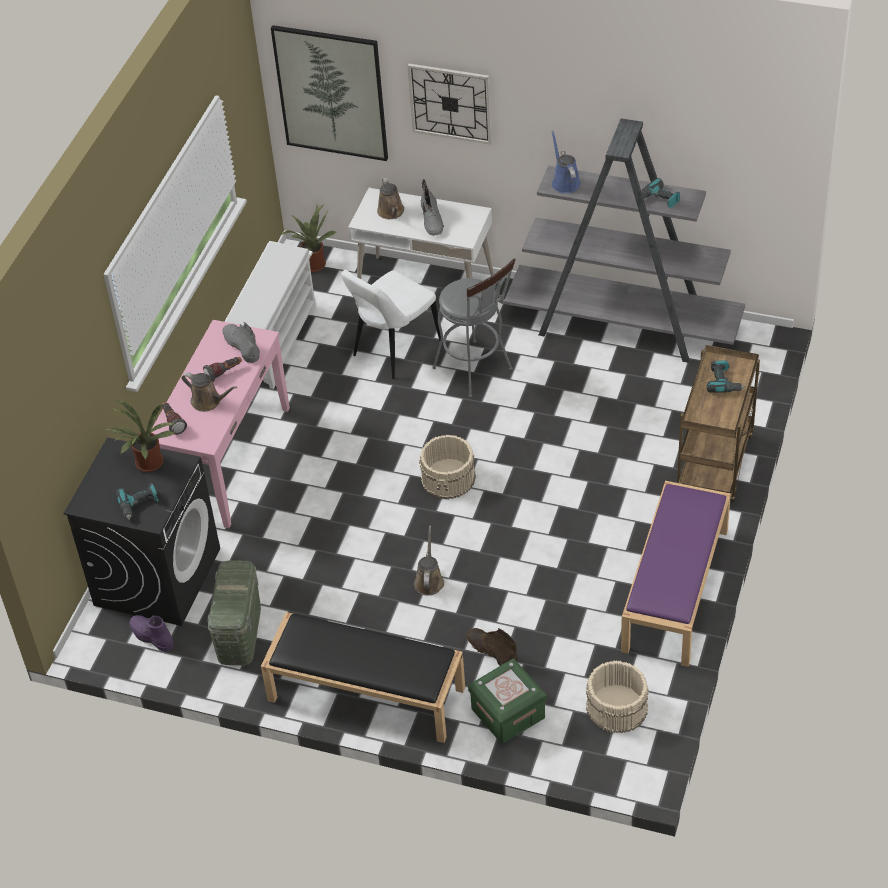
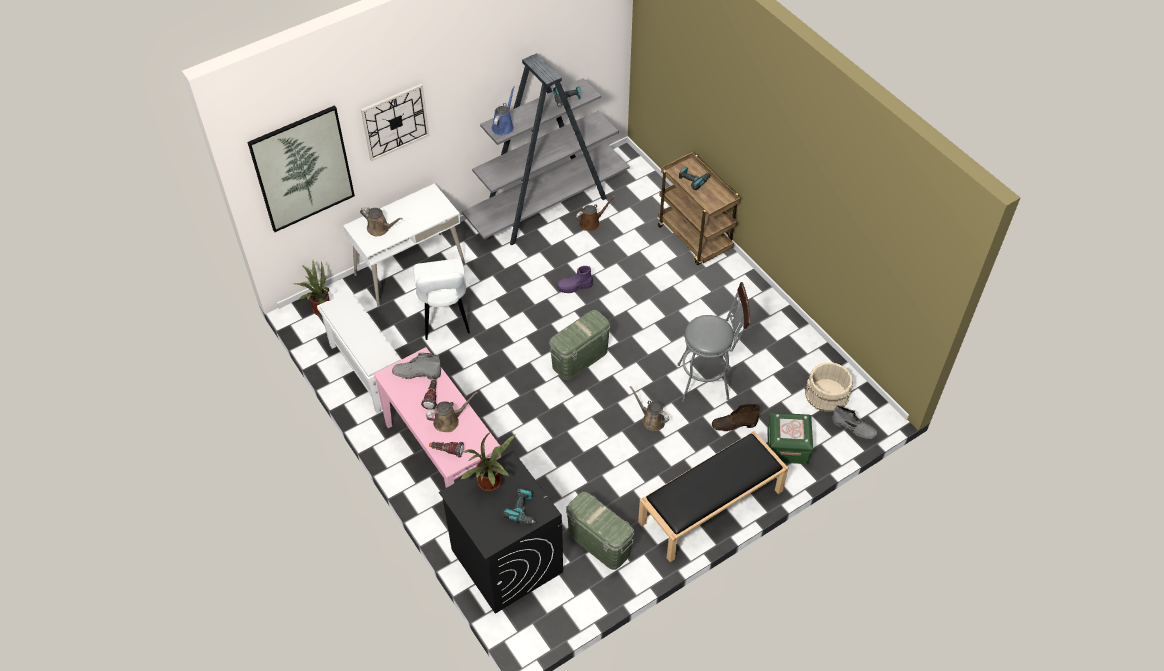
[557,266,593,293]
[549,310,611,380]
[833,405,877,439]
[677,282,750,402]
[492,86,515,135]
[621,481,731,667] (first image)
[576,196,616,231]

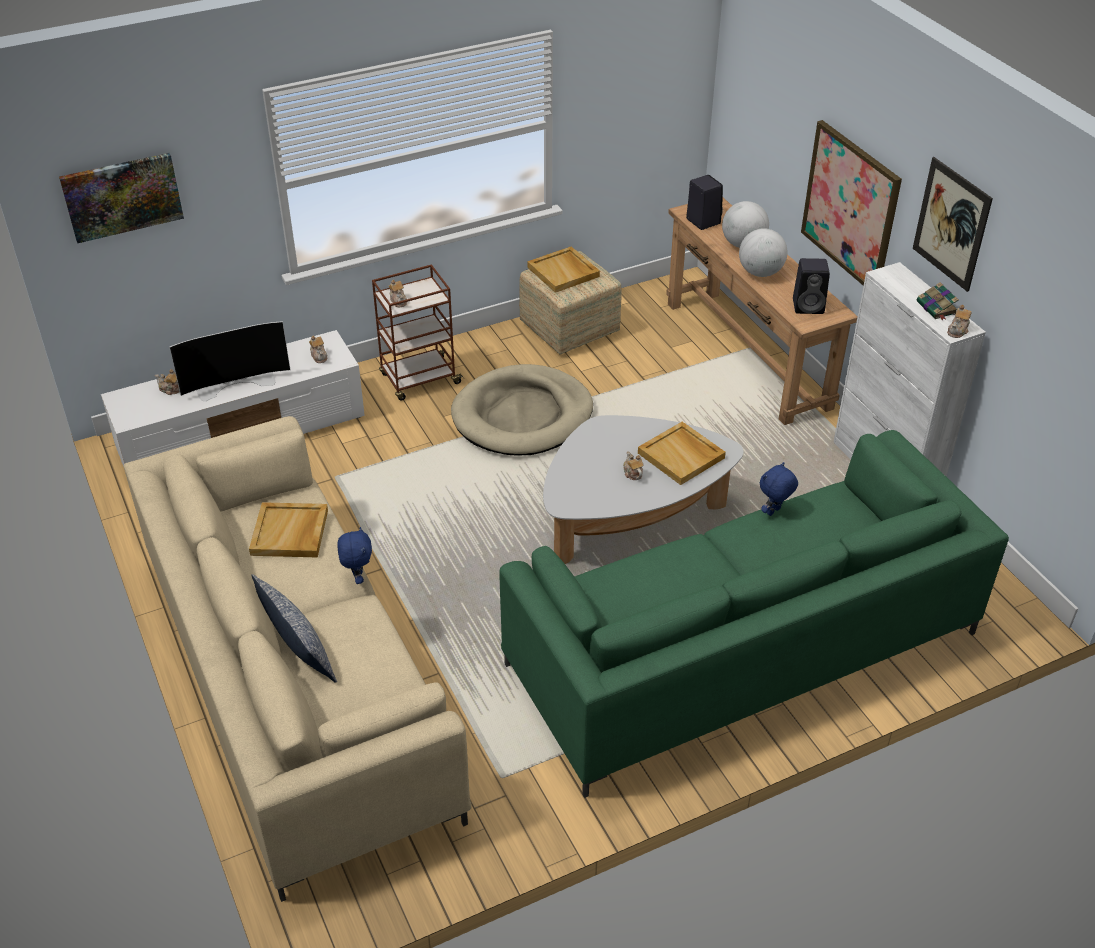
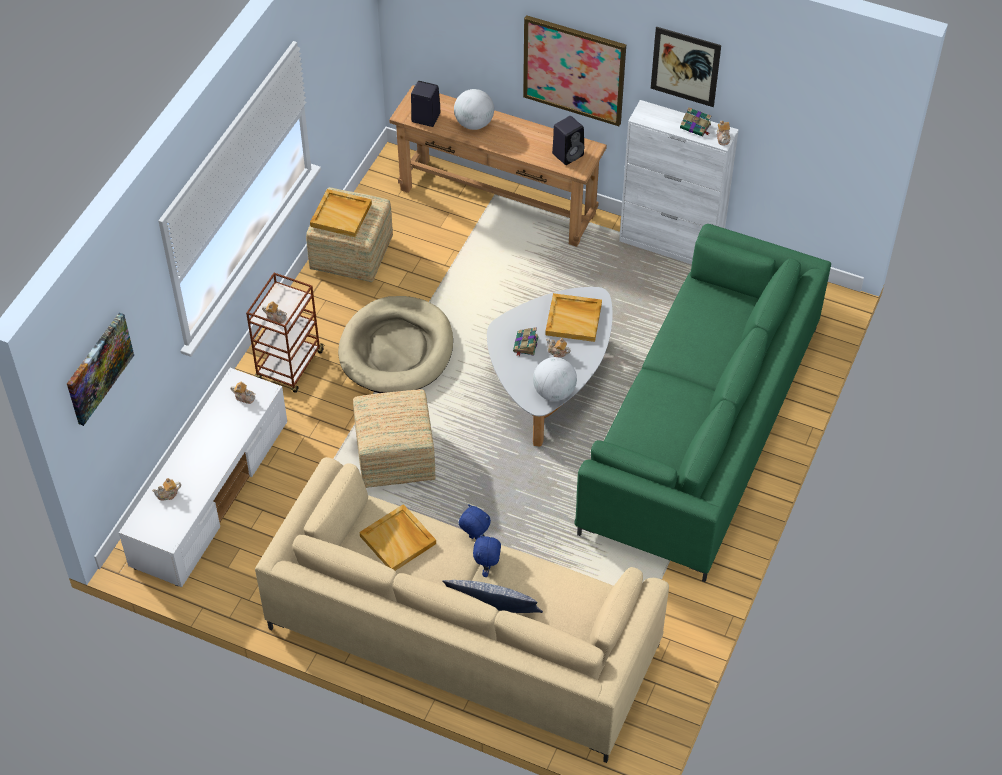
[169,321,290,402] (first image)
[533,357,577,401]
[473,533,501,577]
[353,389,436,488]
[513,327,539,356]

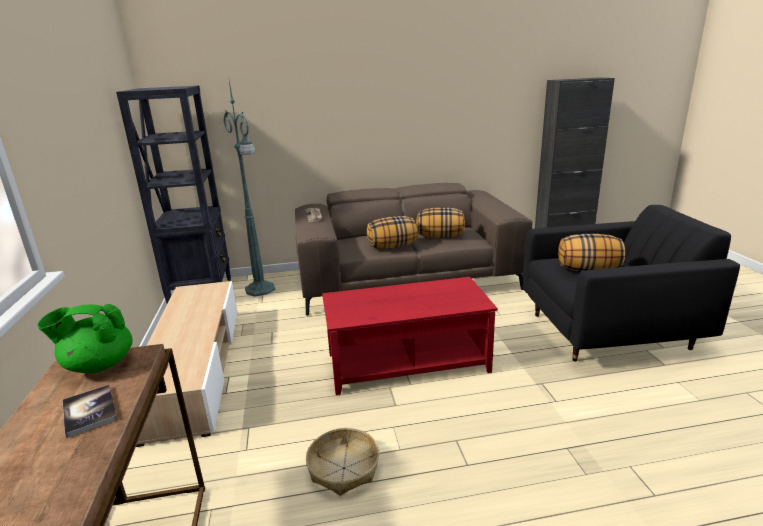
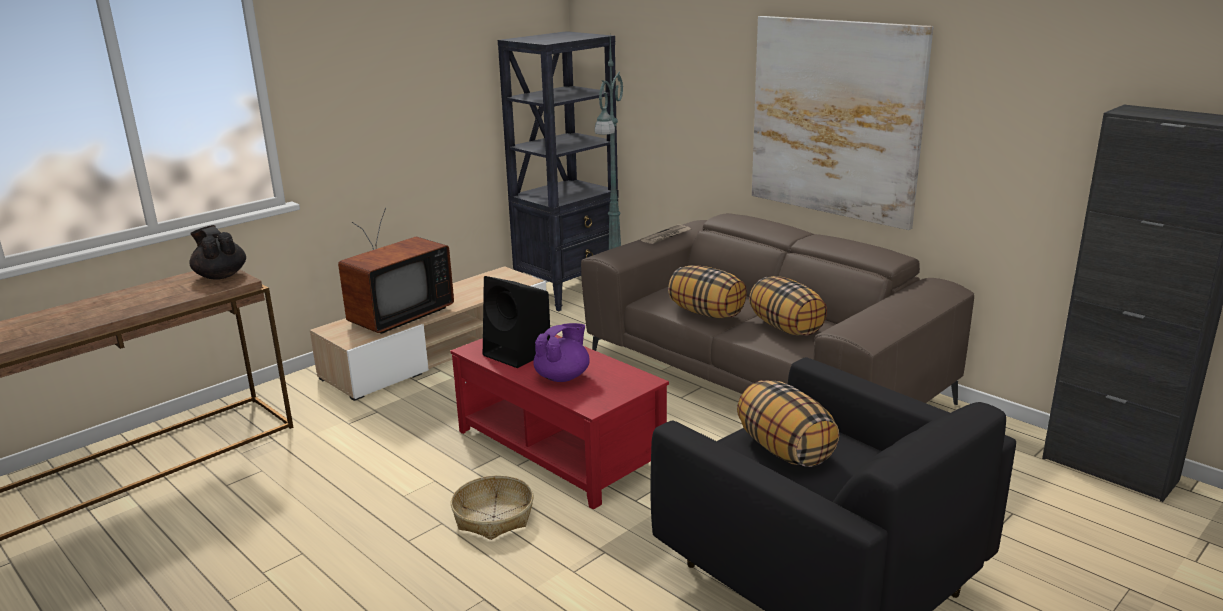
[190,225,246,280]
[63,385,117,438] (first image)
[451,475,534,540]
[338,208,454,334]
[483,276,550,368]
[533,323,590,382]
[752,16,933,230]

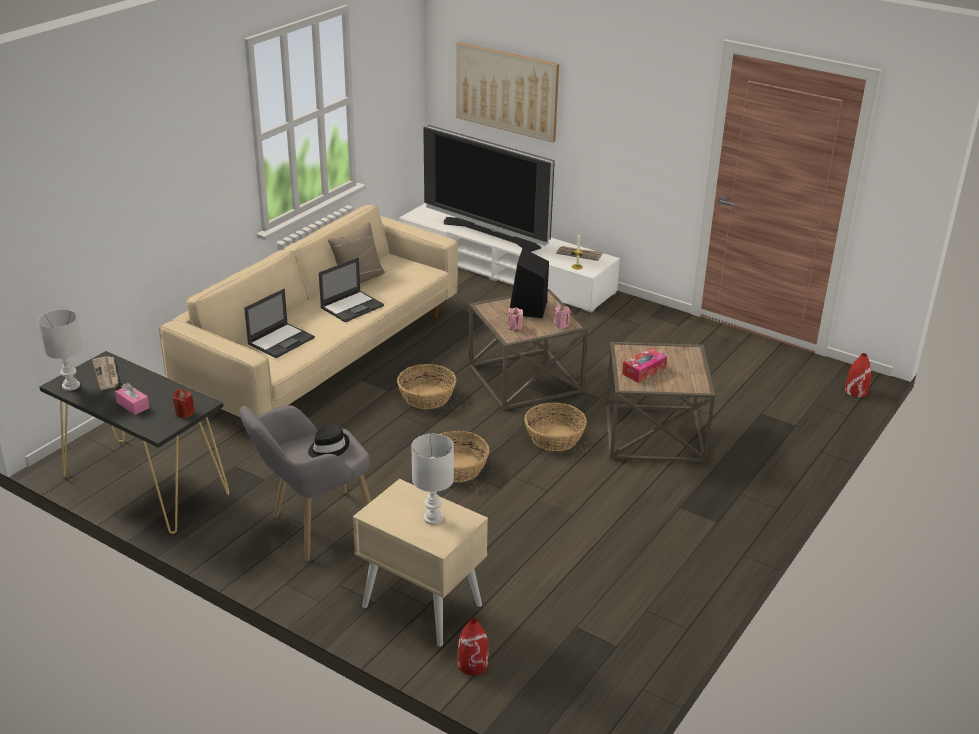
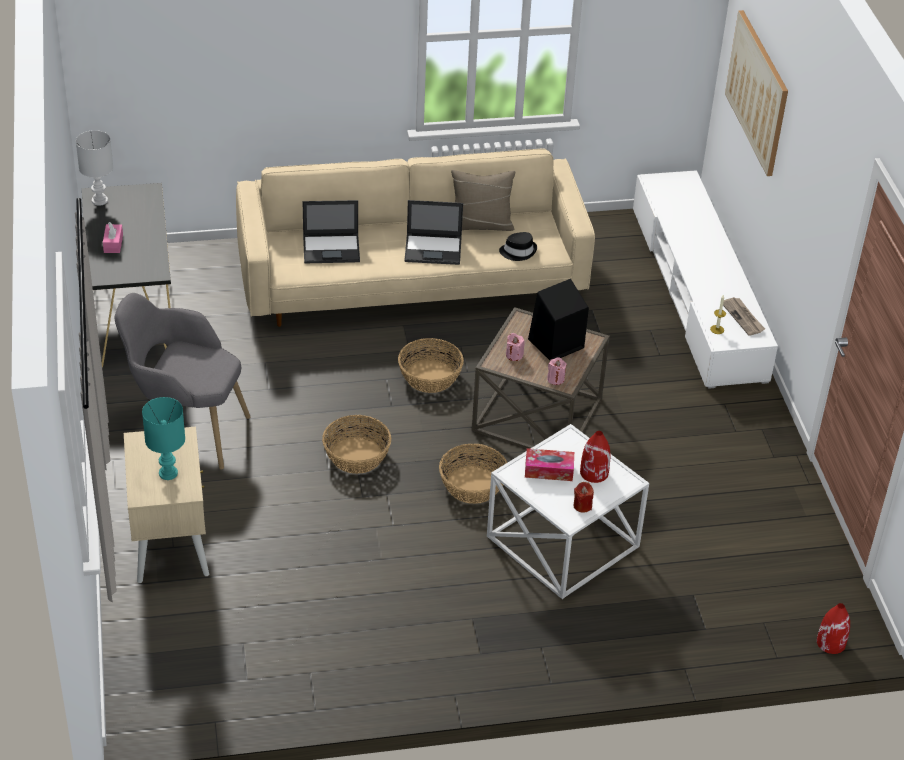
[92,356,119,390] (first image)
[573,482,594,513]
[499,232,537,261]
[142,397,185,480]
[423,125,555,252] (first image)
[580,431,611,483]
[487,424,649,599]

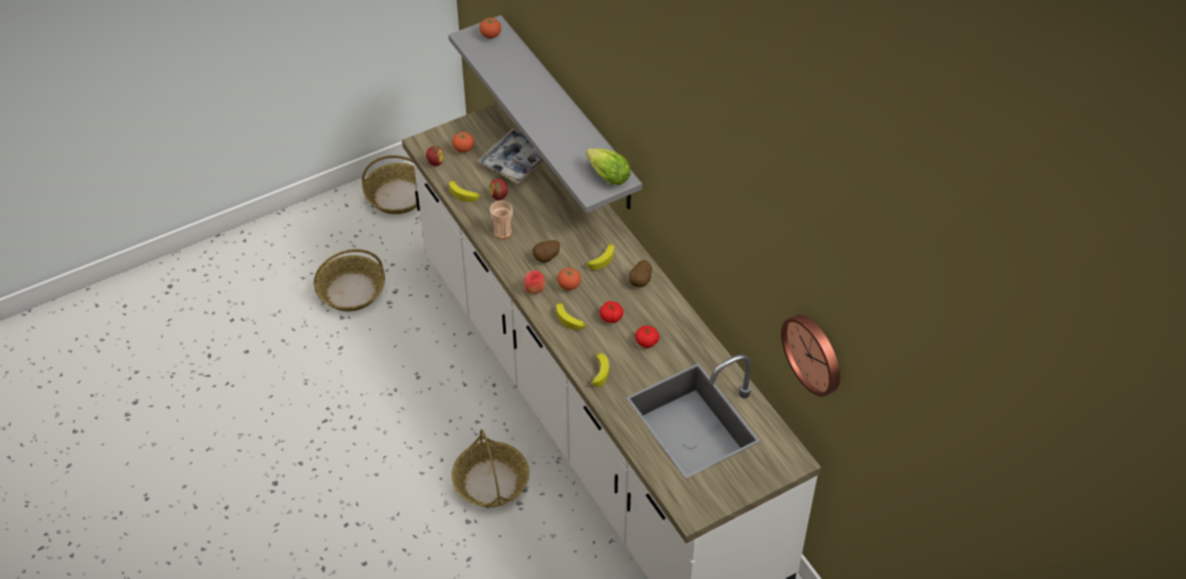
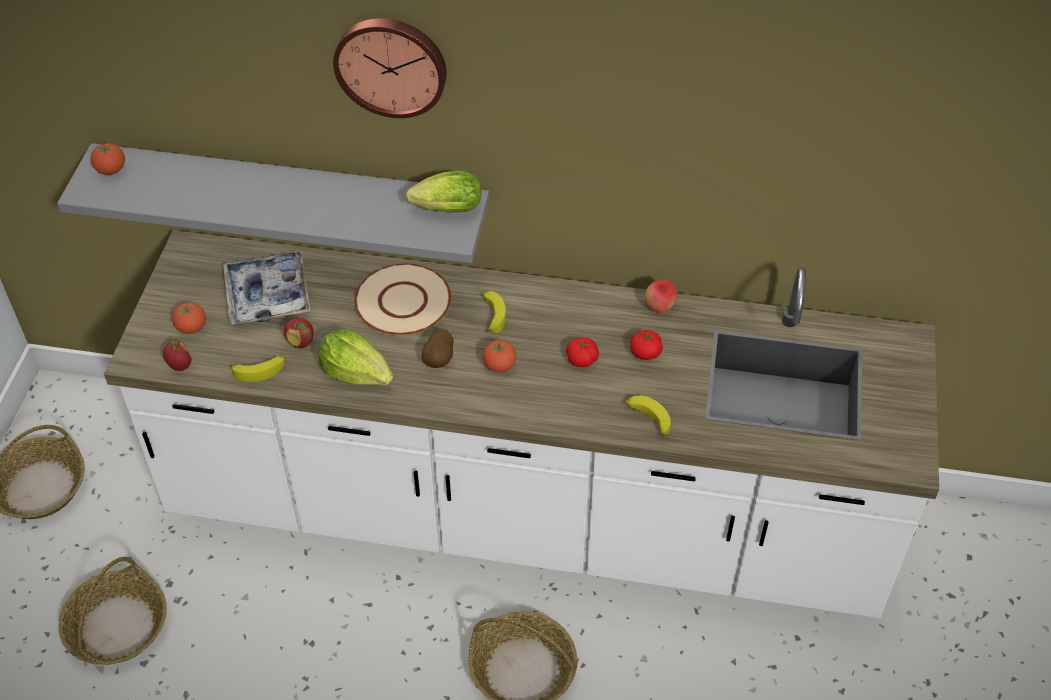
[318,329,393,385]
[645,280,677,314]
[556,302,587,330] (first image)
[629,260,652,287] (first image)
[333,18,447,118]
[354,263,451,335]

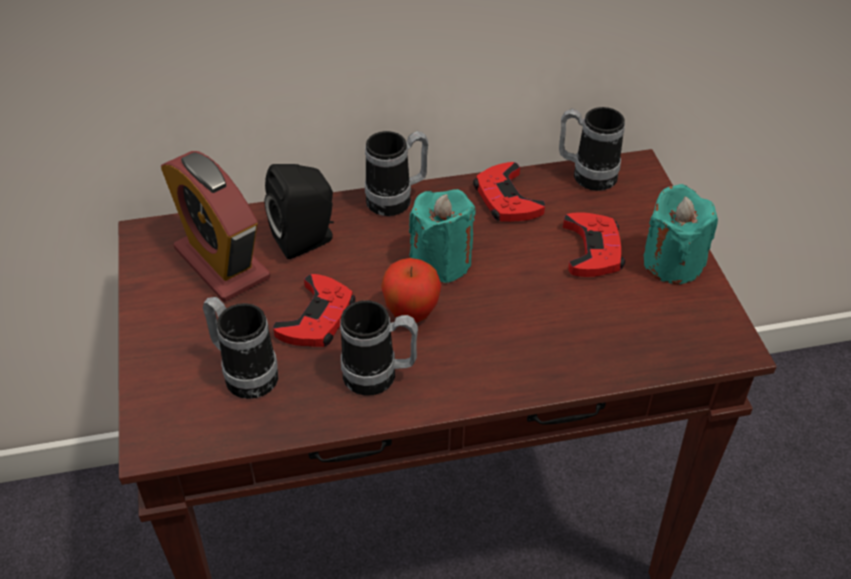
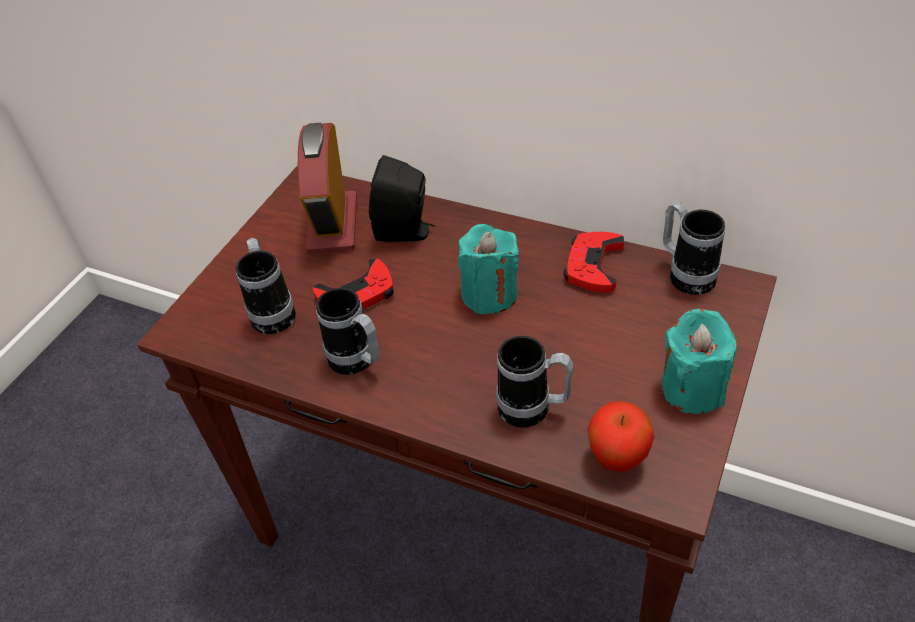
[496,336,573,427]
[588,401,654,472]
[563,212,625,277] (first image)

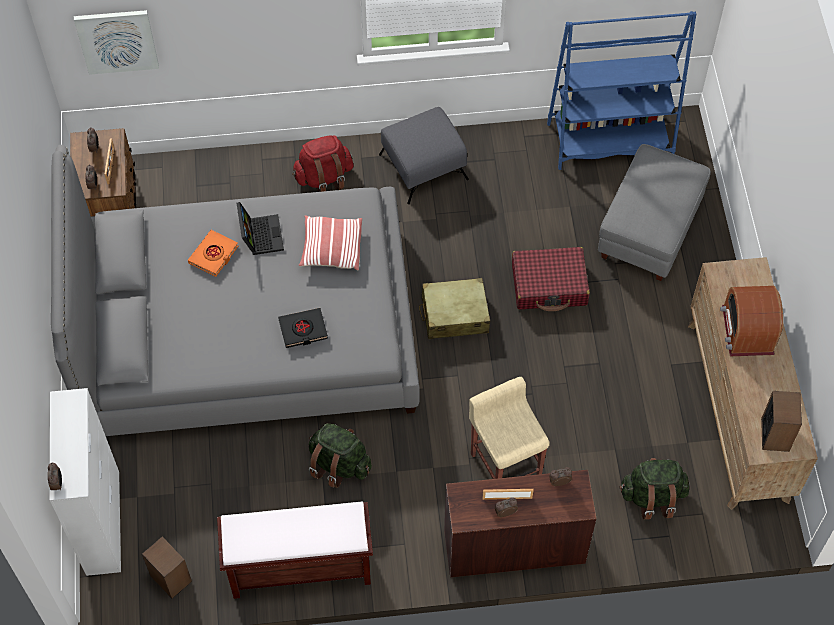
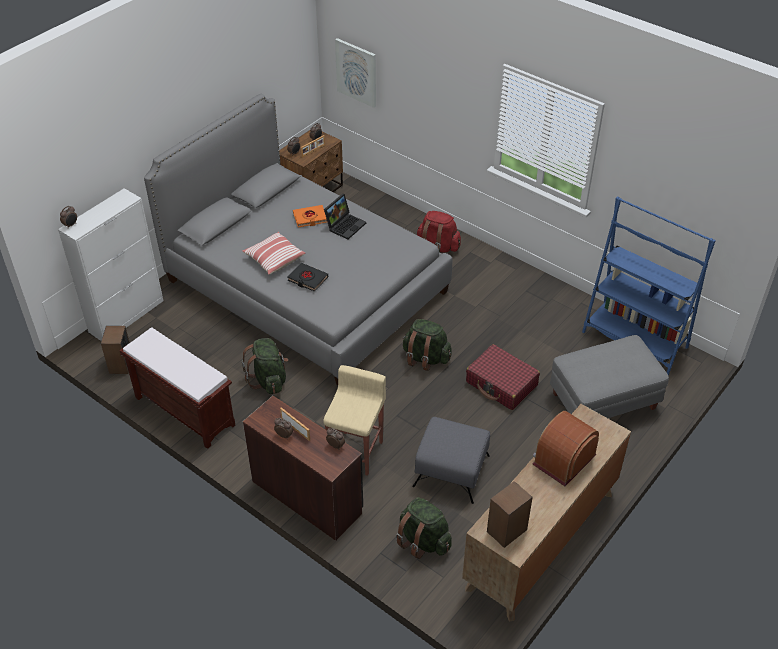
[242,232,305,275]
[412,417,490,504]
[402,319,452,371]

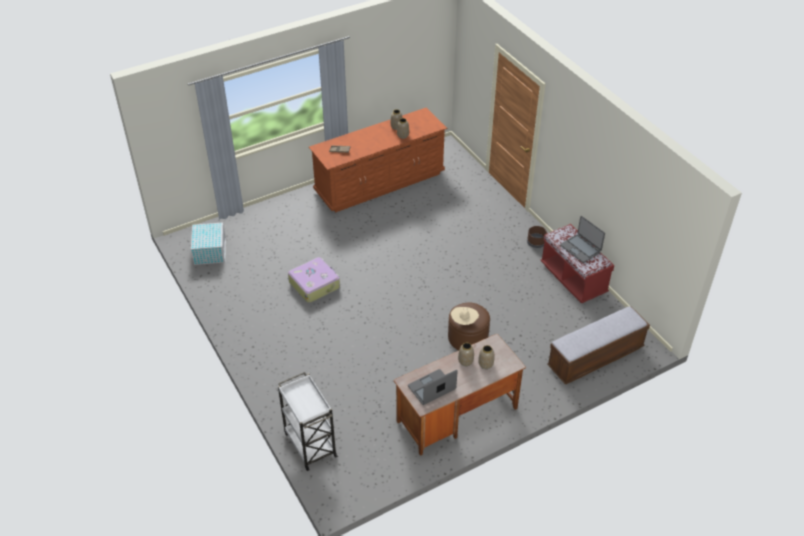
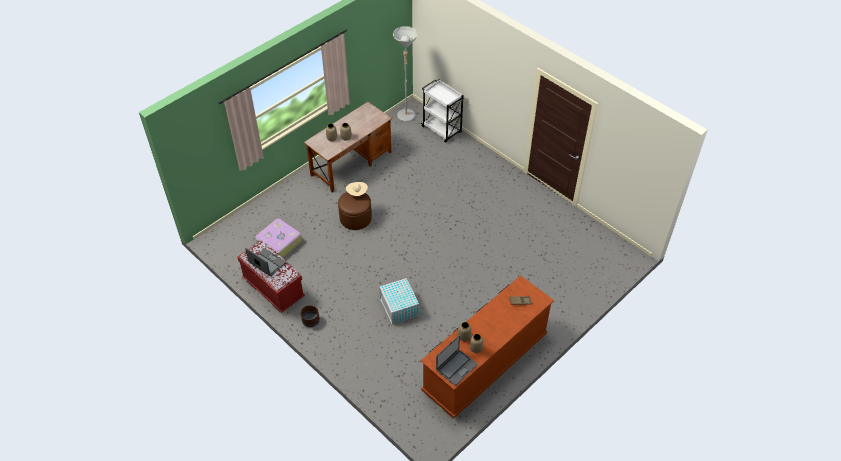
[379,278,419,324]
[255,218,302,258]
[436,335,477,386]
[547,306,650,384] (first image)
[393,26,418,122]

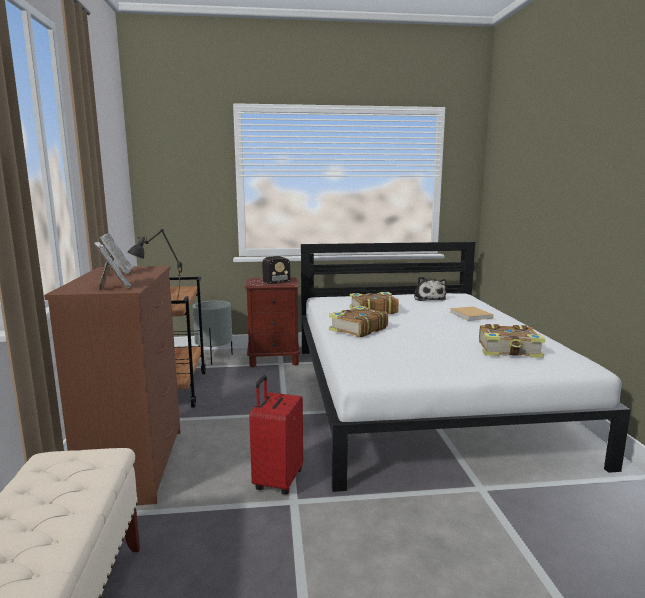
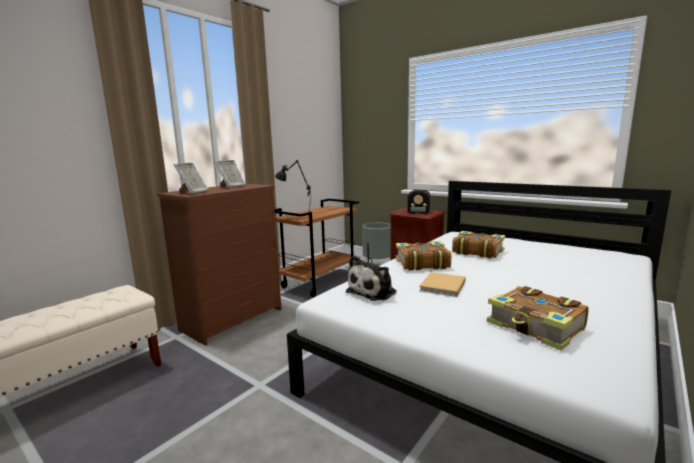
[249,375,303,495] (first image)
[346,255,397,301]
[419,272,466,297]

